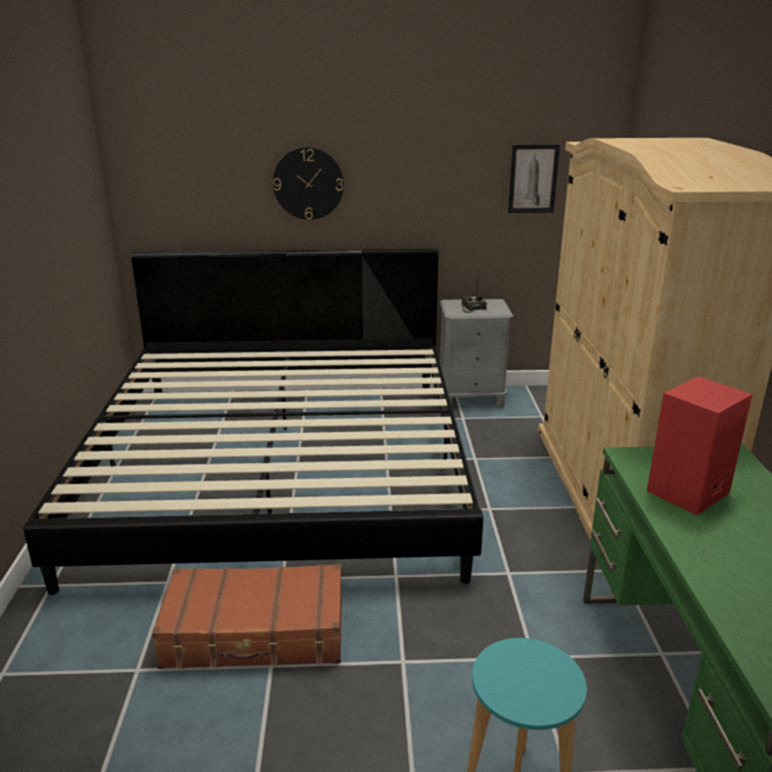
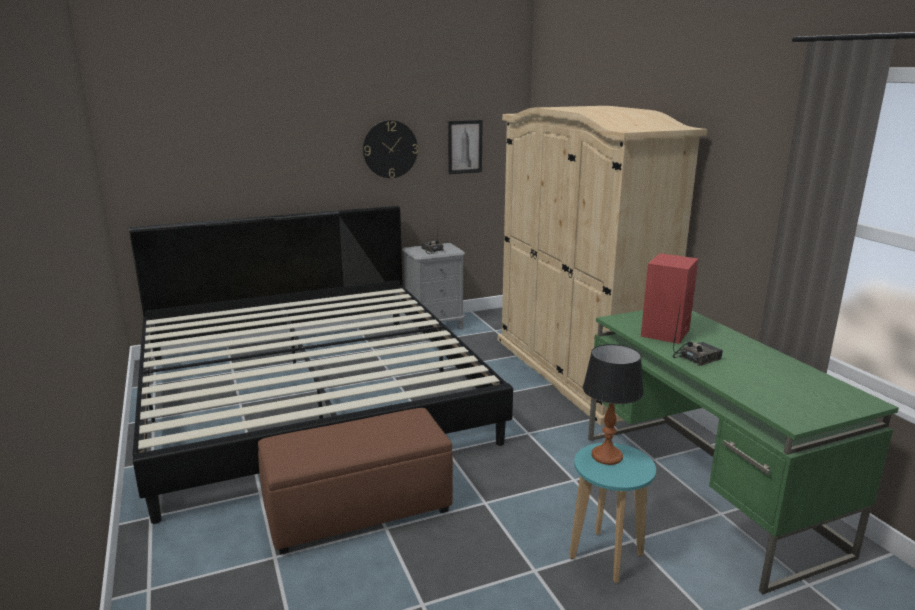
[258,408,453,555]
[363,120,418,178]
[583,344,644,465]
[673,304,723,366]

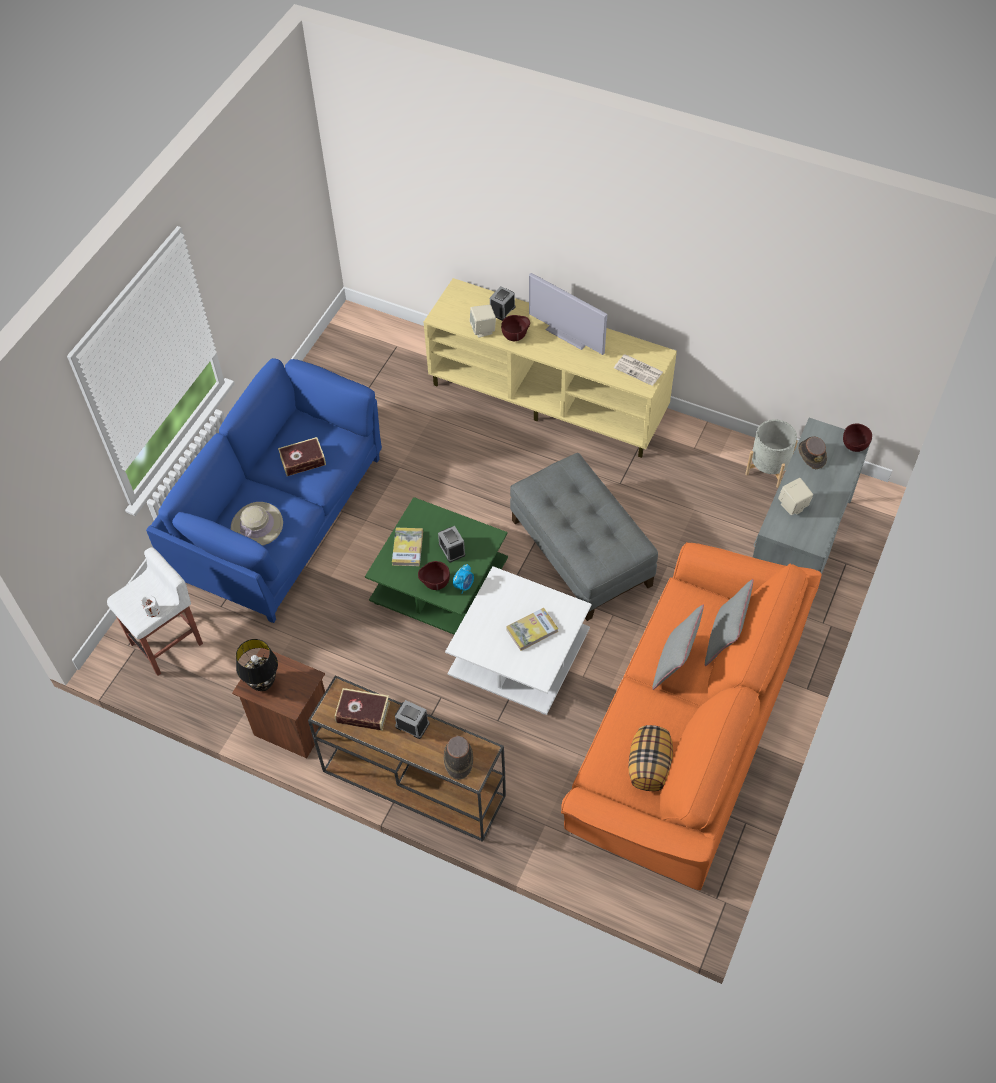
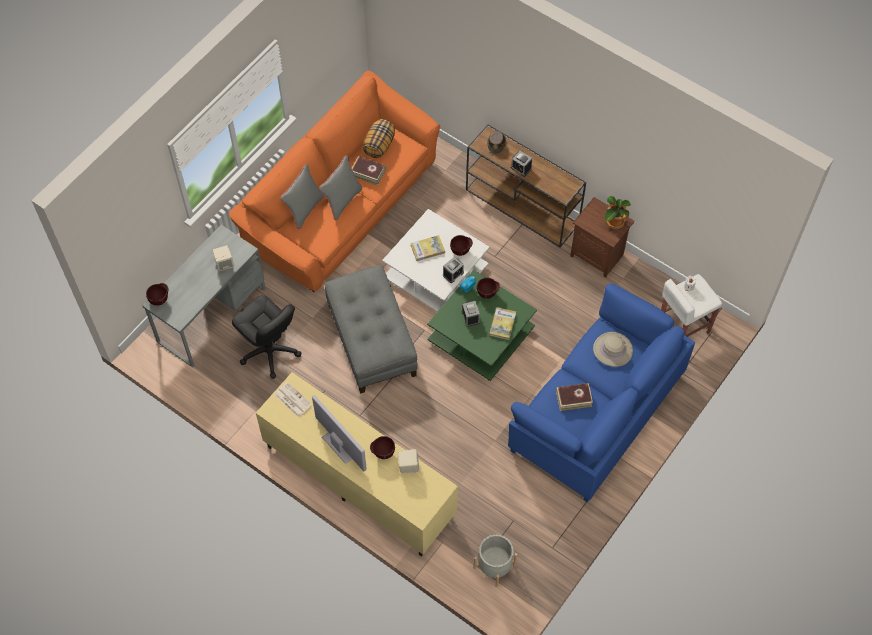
[605,196,631,230]
[352,156,386,186]
[443,257,464,283]
[473,535,517,587]
[798,437,827,469] (first image)
[232,295,301,379]
[450,235,473,256]

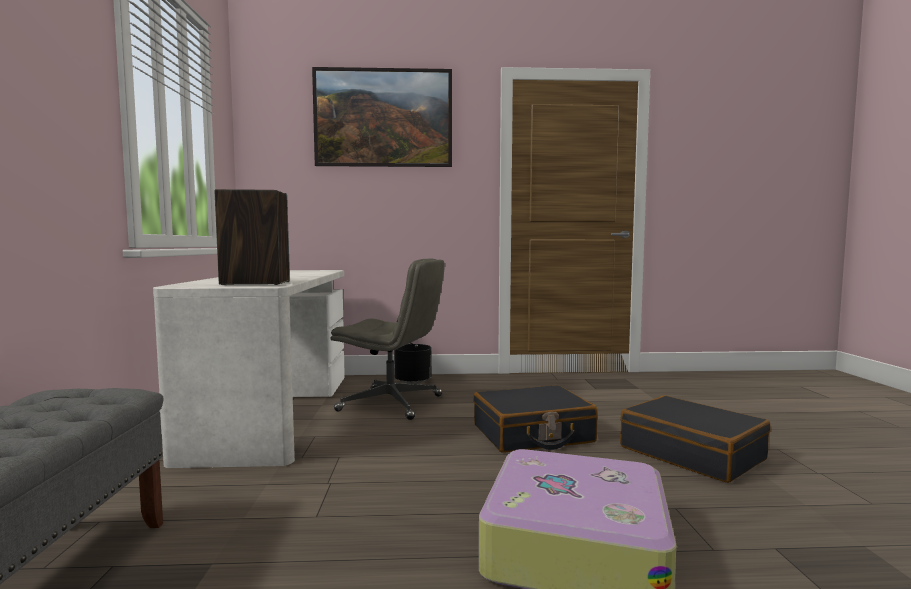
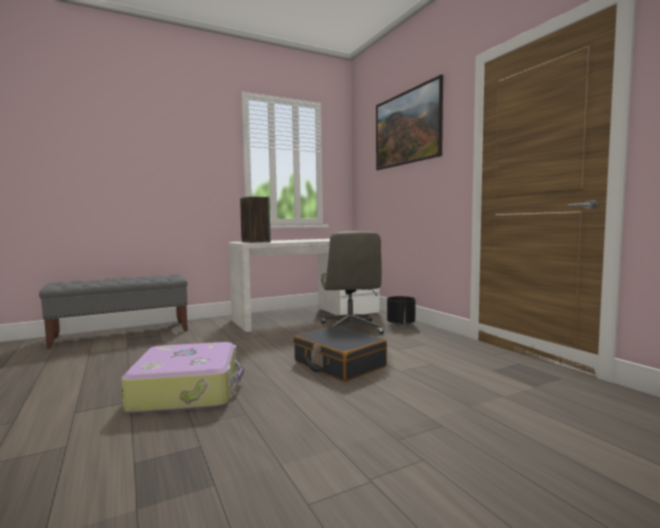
[620,395,771,483] (first image)

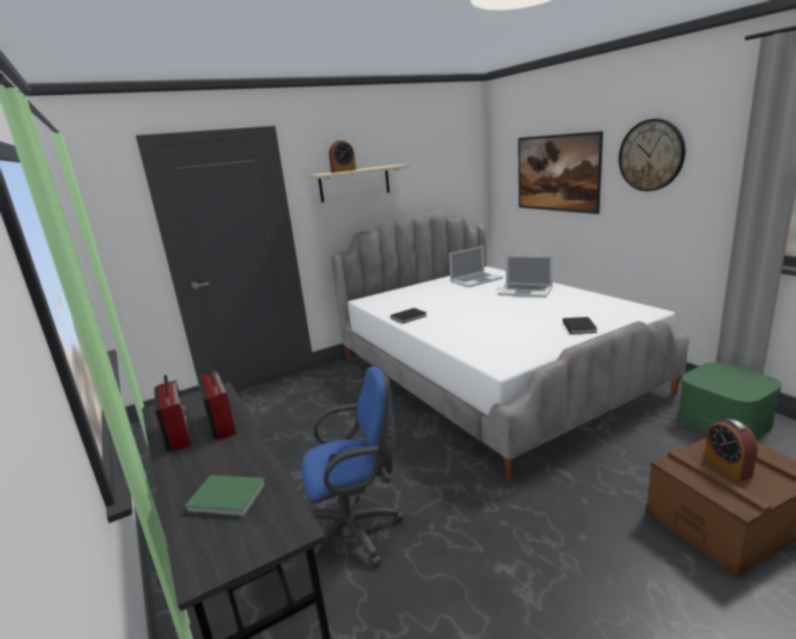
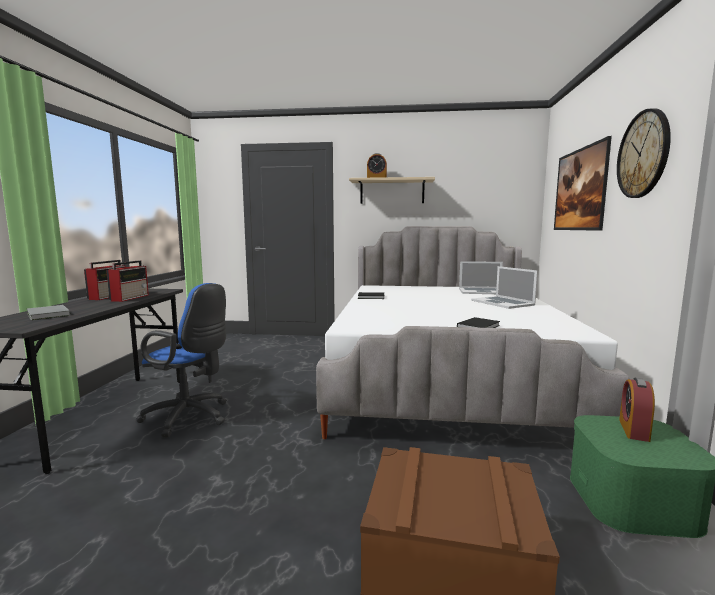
[27,305,70,320]
[619,378,655,442]

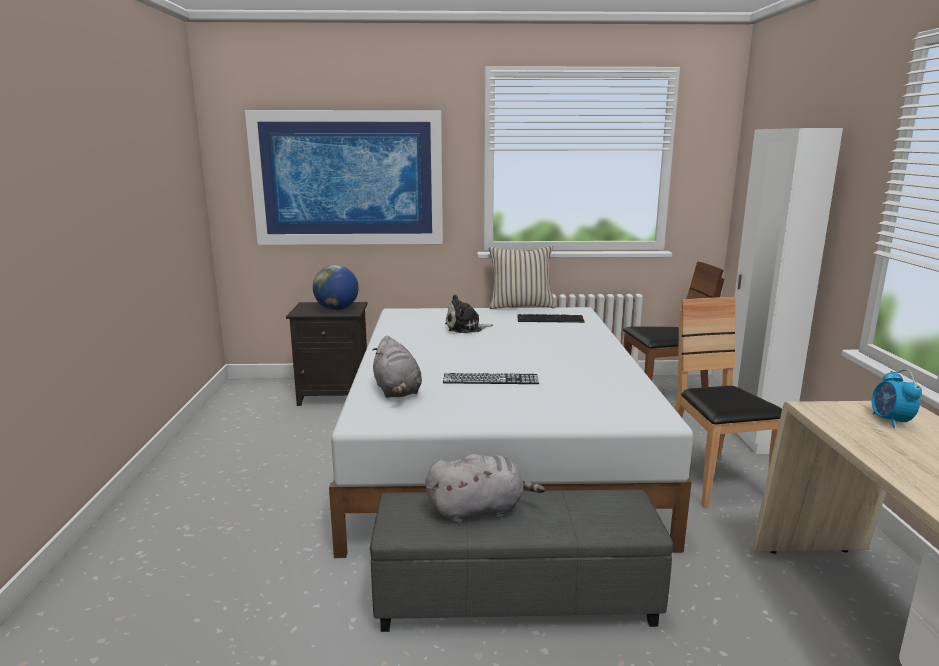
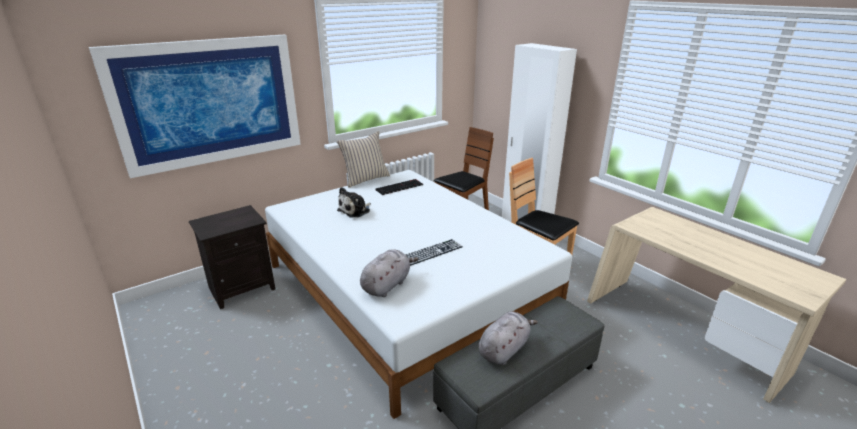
[313,265,359,310] (first image)
[360,249,418,297]
[872,369,922,428] (first image)

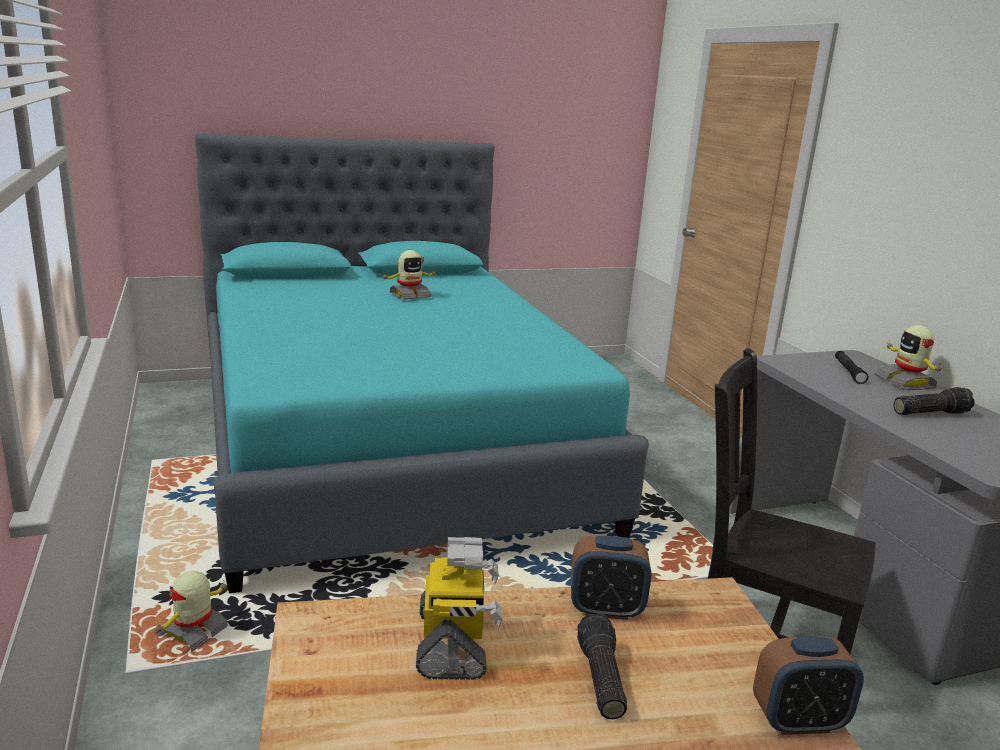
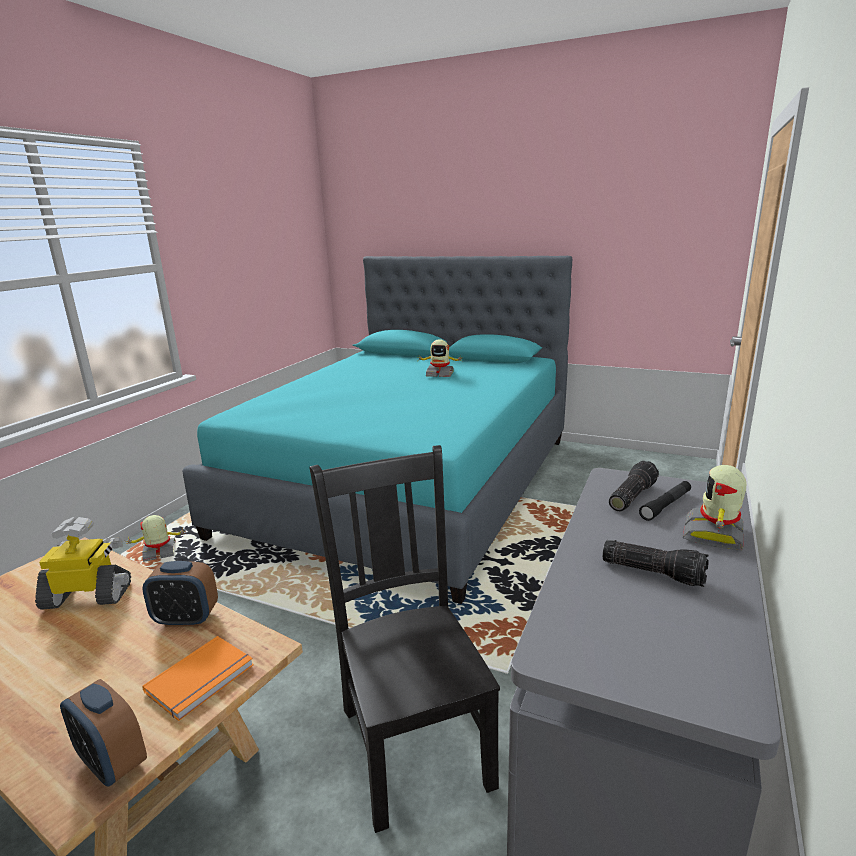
[35,517,131,610]
[143,561,218,627]
[609,461,659,511]
[142,636,254,721]

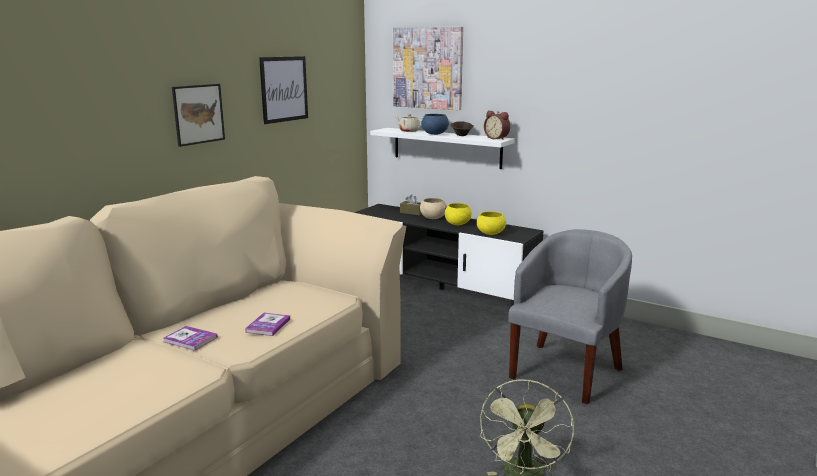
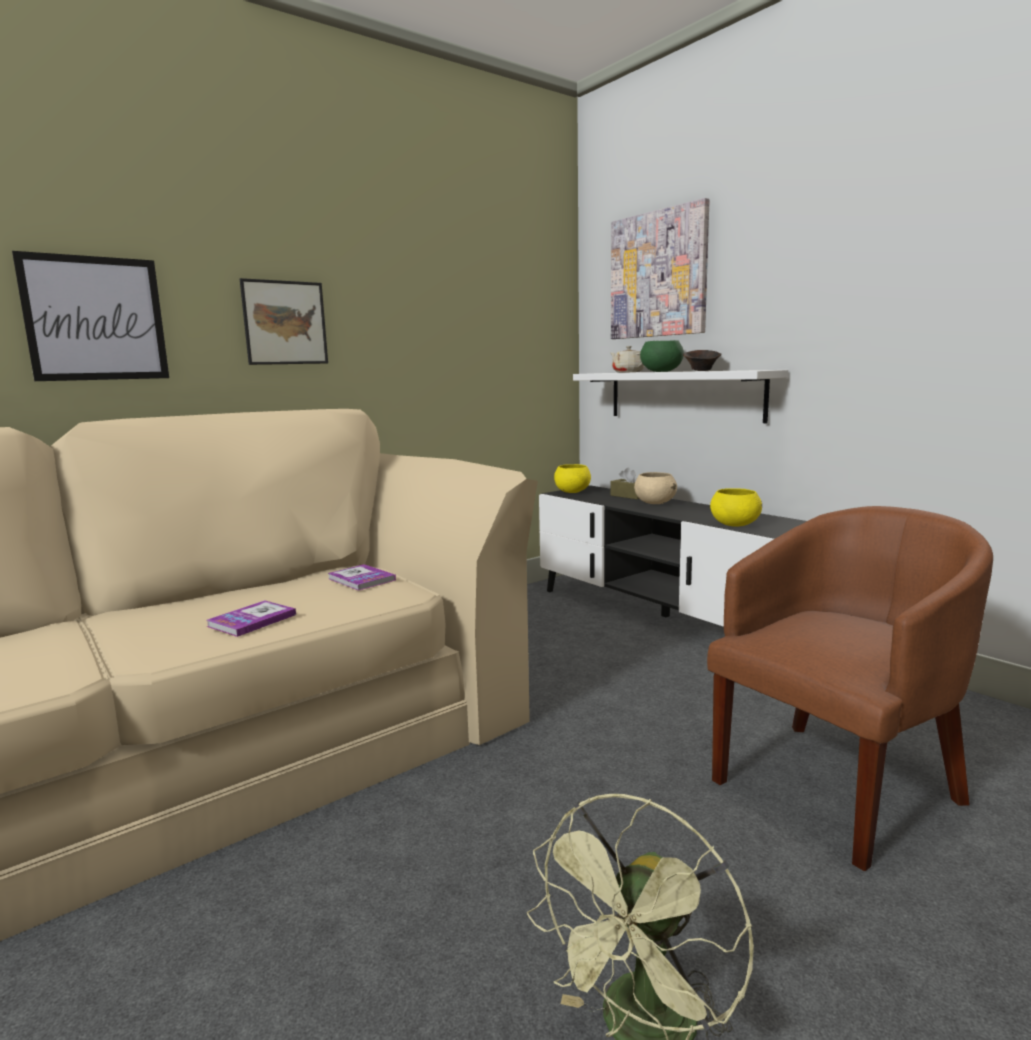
[328,564,396,591]
[12,251,169,381]
[640,340,684,372]
[554,464,591,493]
[484,111,510,140] (first image)
[707,506,993,871]

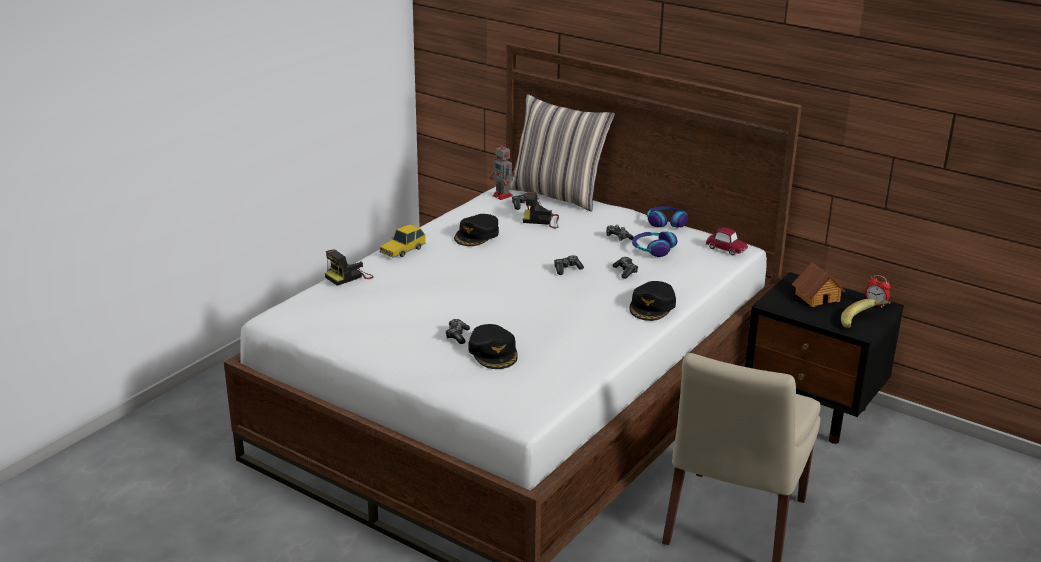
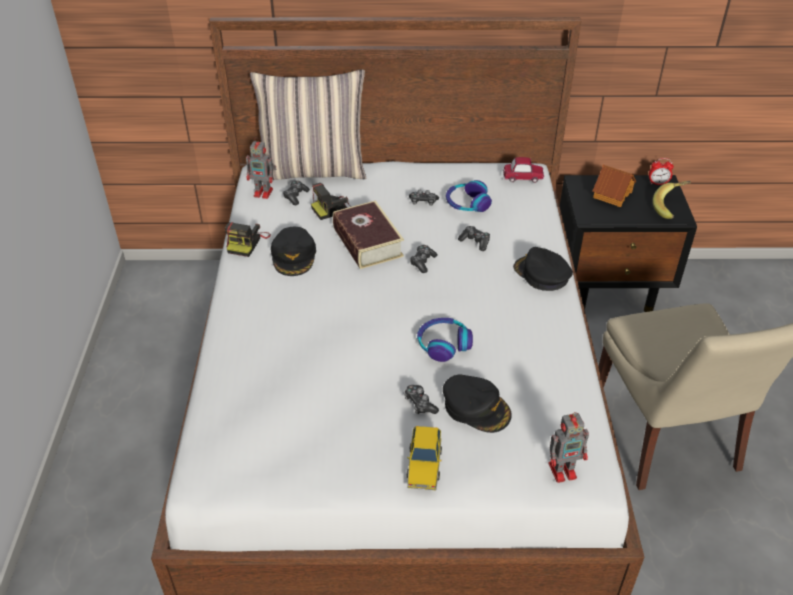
[225,222,271,257]
[407,426,442,490]
[513,247,573,291]
[417,318,473,362]
[333,200,404,269]
[548,412,589,483]

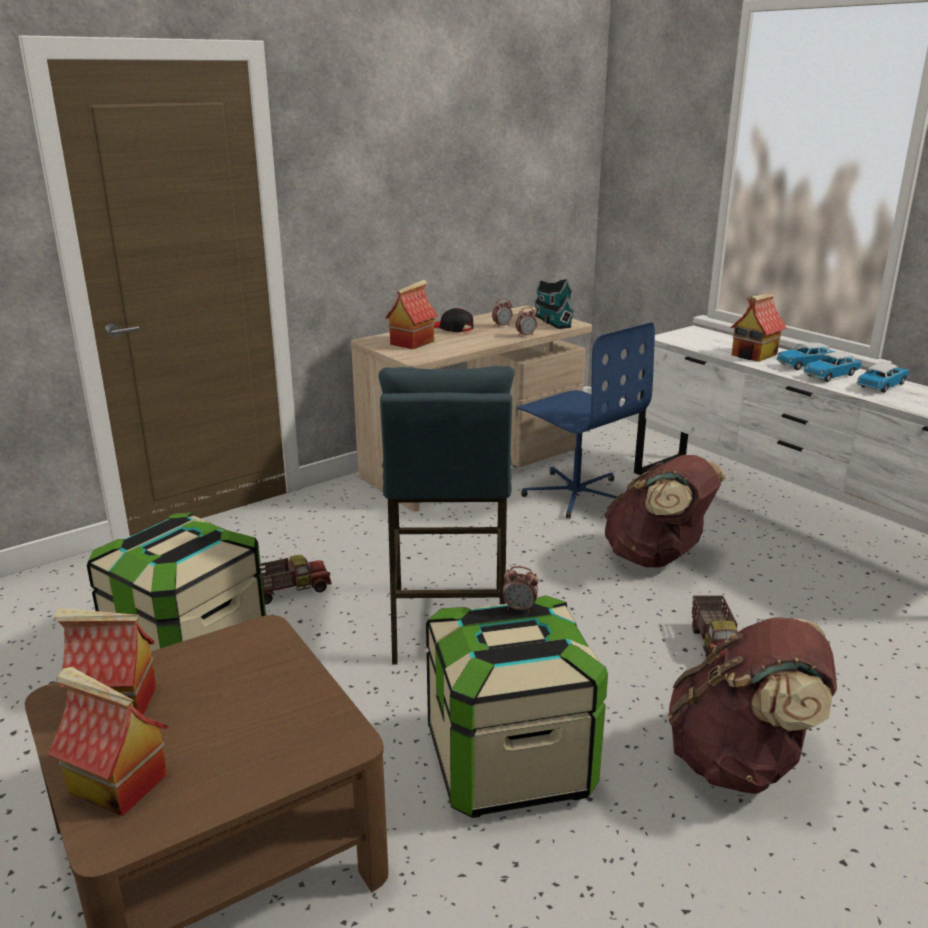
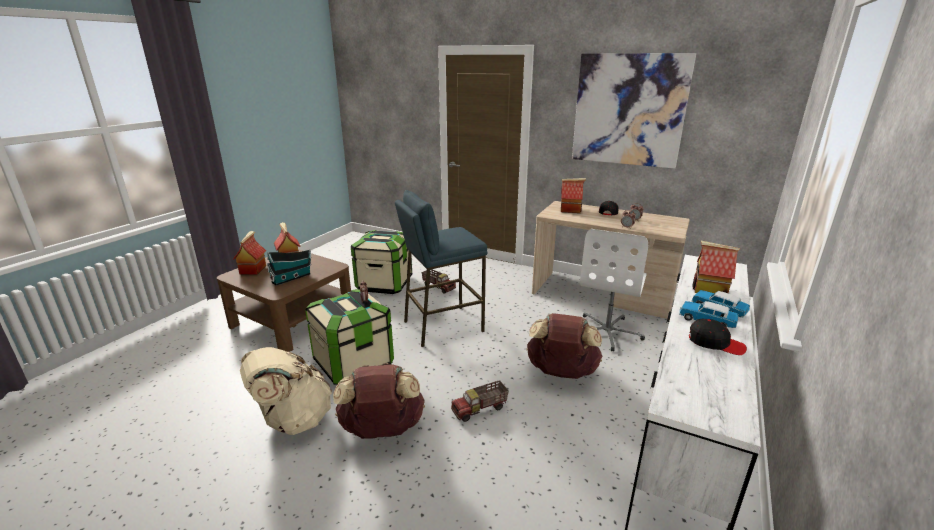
[580,229,648,351]
[267,249,311,286]
[689,319,747,355]
[240,347,332,435]
[572,53,696,169]

